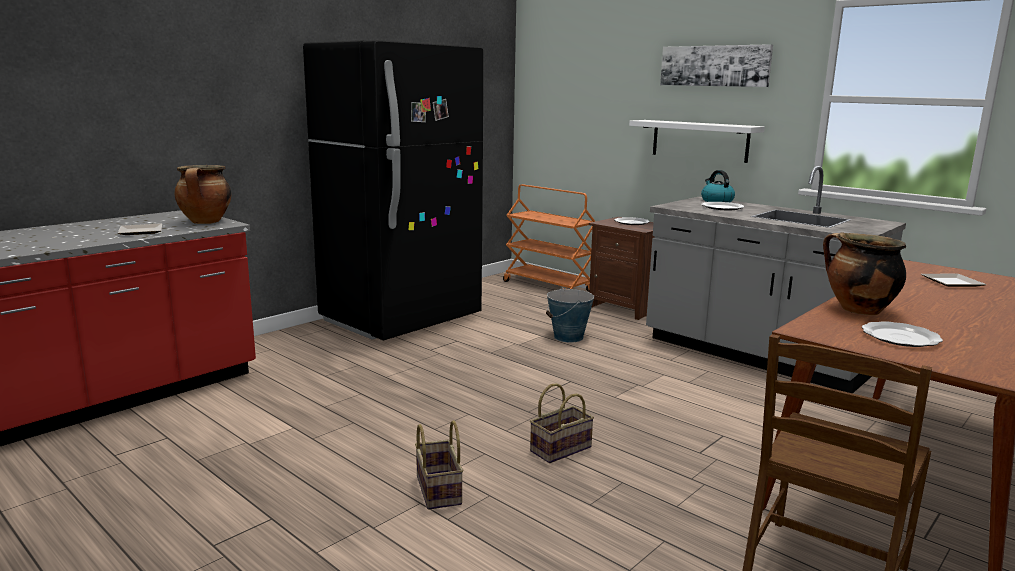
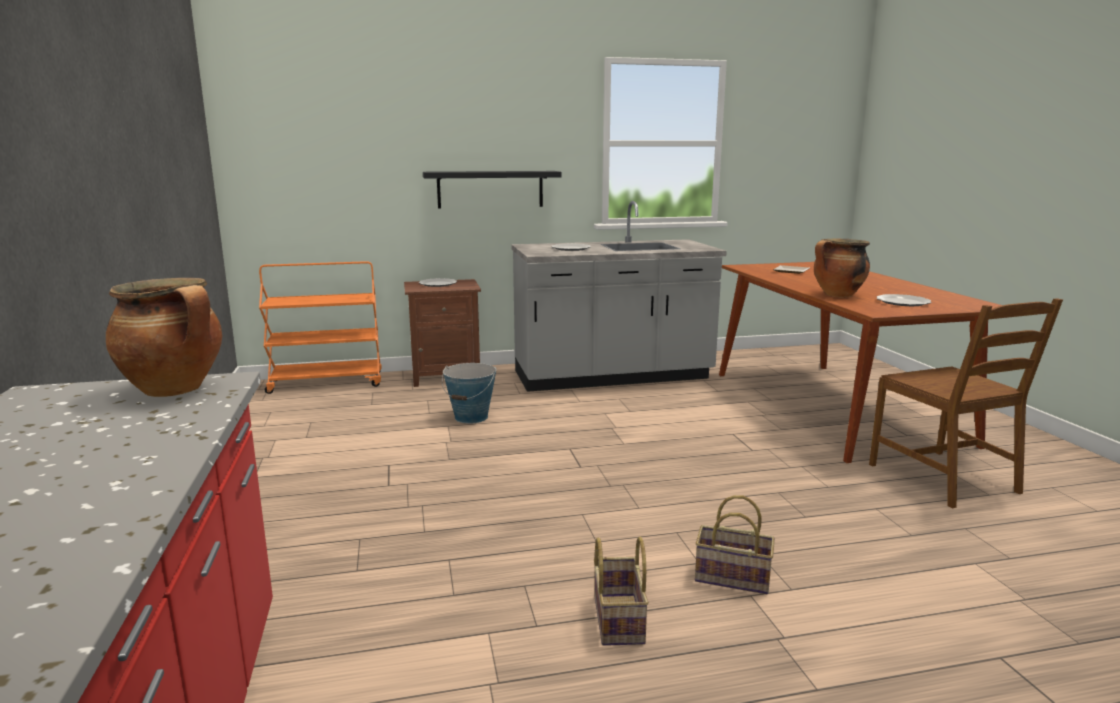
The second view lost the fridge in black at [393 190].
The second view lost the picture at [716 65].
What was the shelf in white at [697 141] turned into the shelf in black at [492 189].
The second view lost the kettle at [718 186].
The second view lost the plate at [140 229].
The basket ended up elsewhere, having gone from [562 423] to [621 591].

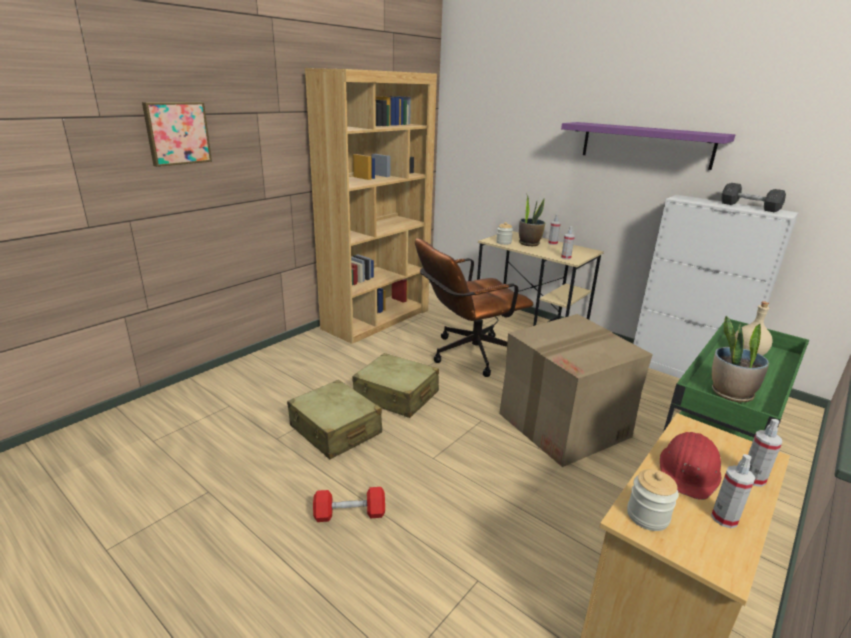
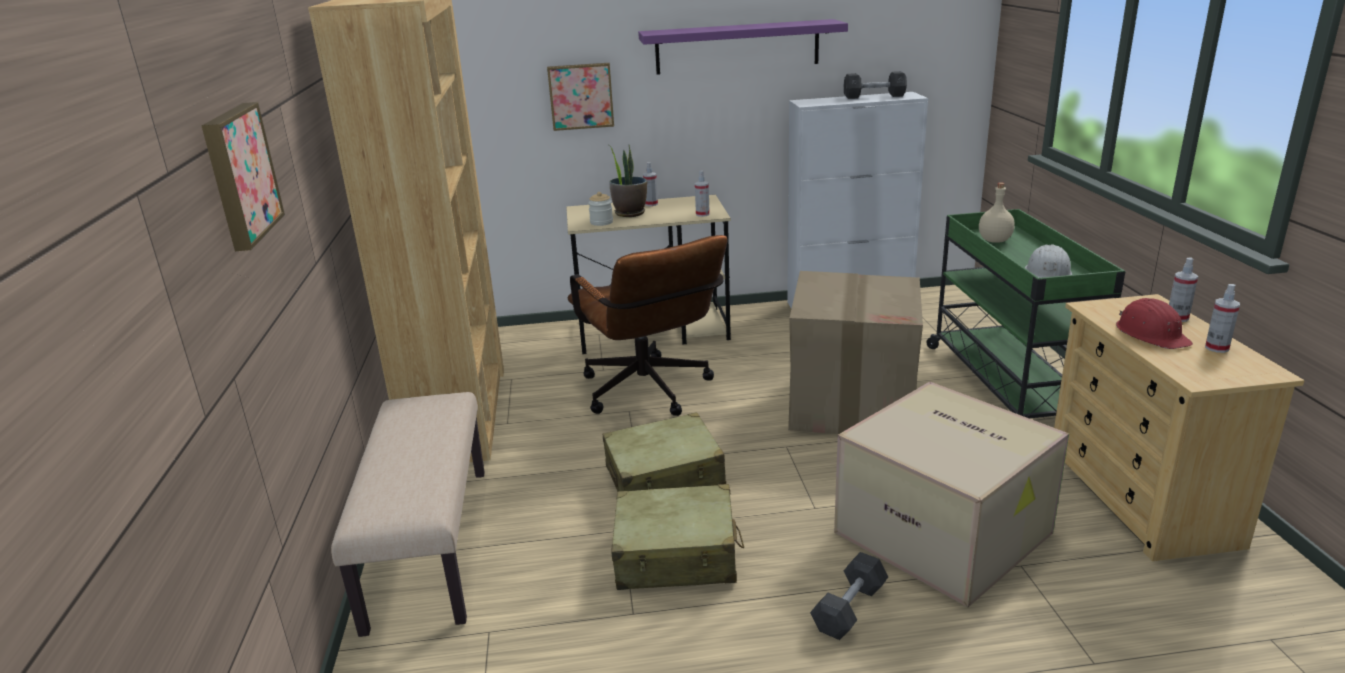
The office chair in brown at [474 308] ended up facing another way, 45 degrees counterclockwise from before.
Where the potted plant stood at [740 359], the hard hat in white came to stand at [1048 261].
The second view lost the jar at [653 500].
What was the dumbbell in red at [349 504] turned into the dumbbell in grey at [849 596].
The second view gained the picture at [580 97].
The second view gained the cardboard box at [951 494].
The second view gained the bench in beige at [408 514].

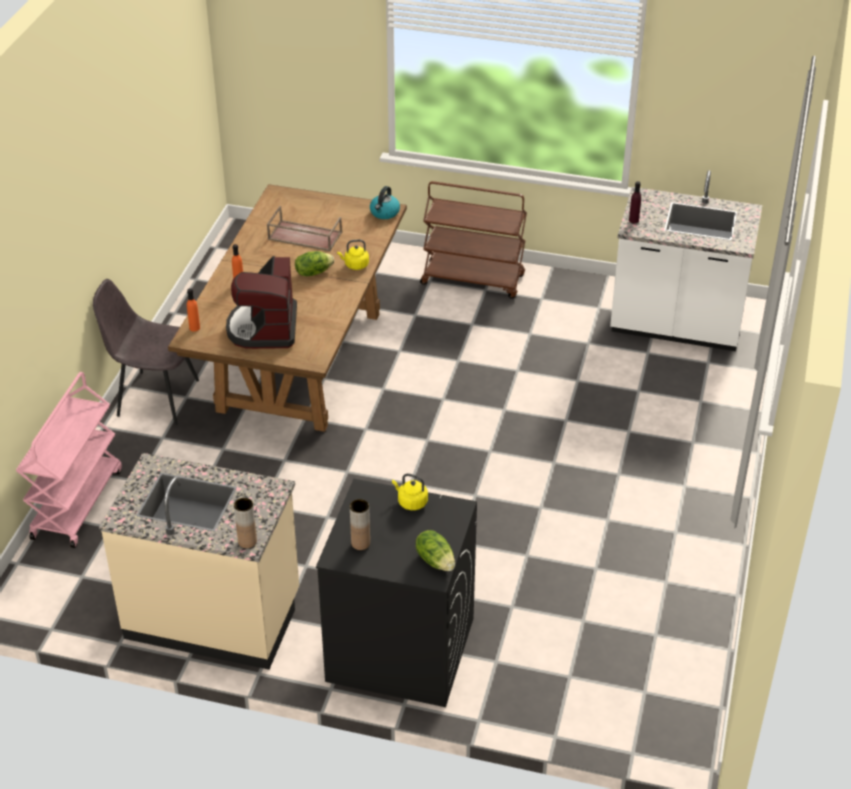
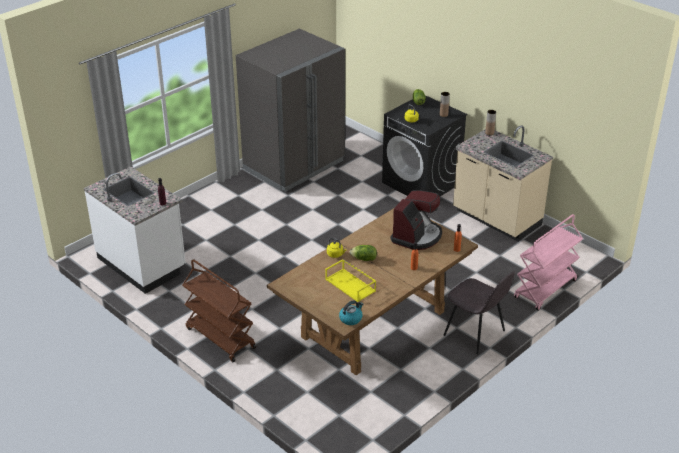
The kettle ended up elsewhere, having gone from [385 202] to [351 313].
What was the tray in brown at [304 228] turned into the tray in yellow at [350 280].
The second view gained the fridge in grey at [290 110].

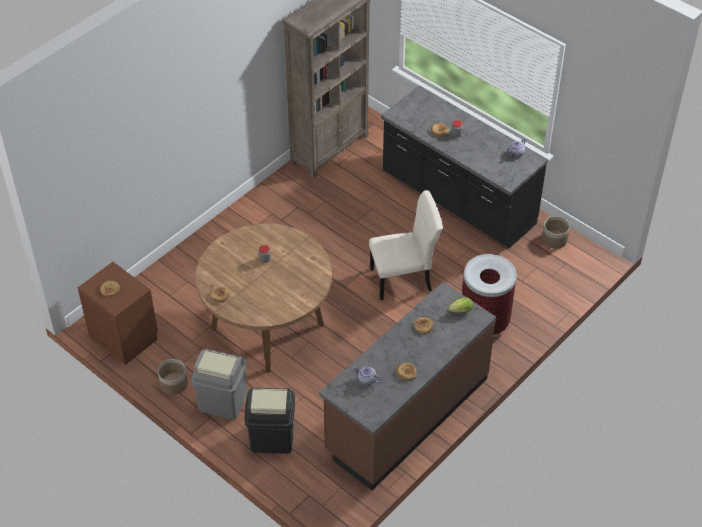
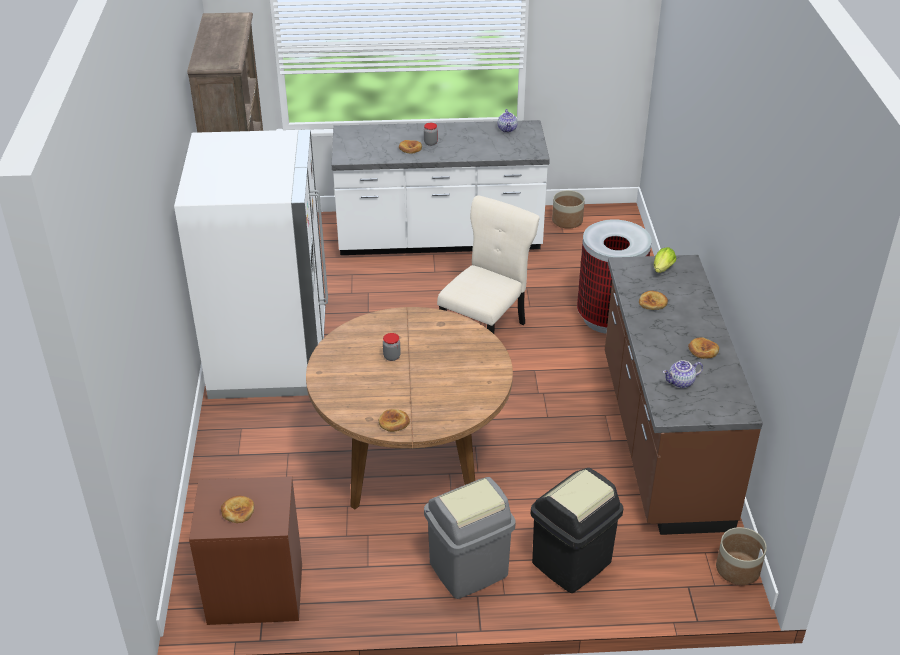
What was the counter in black at [464 166] turned into the counter in white at [441 187].
The planter ended up elsewhere, having gone from [173 377] to [741 556].
The second view gained the fridge in white at [251 264].

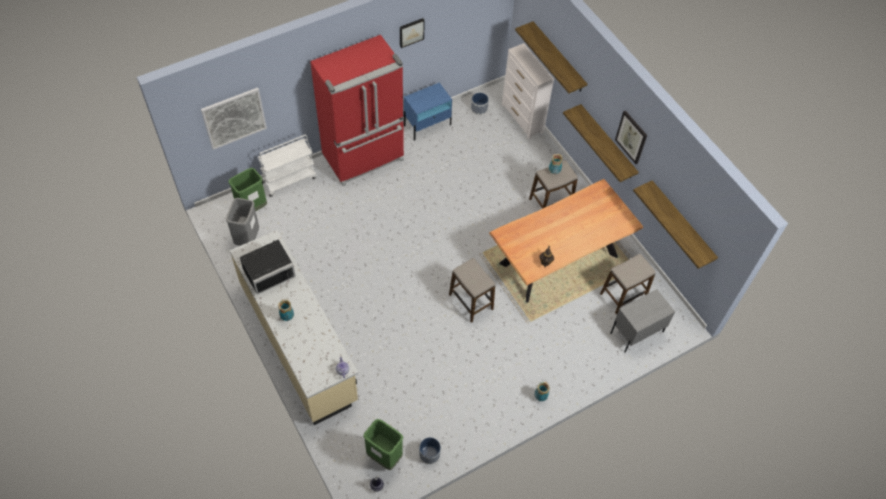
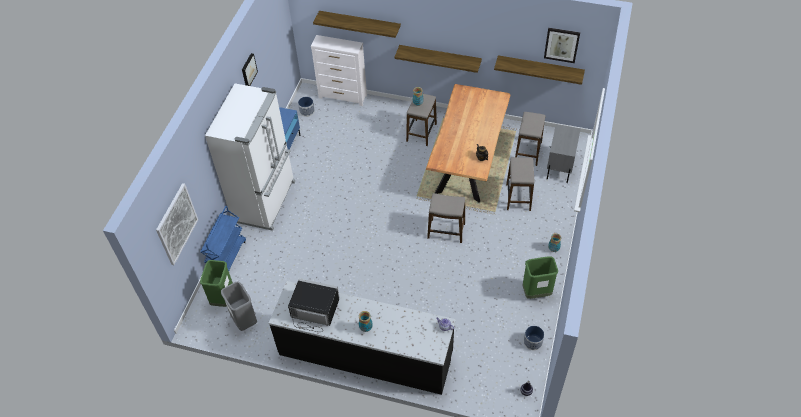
What was the fridge in red at [357 110] turned into the fridge in white at [250 157].
The picture ended up elsewhere, having gone from [631 137] to [562 45].
What was the cart in white at [287 166] turned into the cart in blue at [223 238].
What was the counter in beige at [294 327] turned into the counter in black at [362 338].
The microwave in black at [268 266] ended up facing another way, 90 degrees counterclockwise from before.
The trash can in green ended up elsewhere, having gone from [383 444] to [540 277].
The second view gained the stool at [520 184].

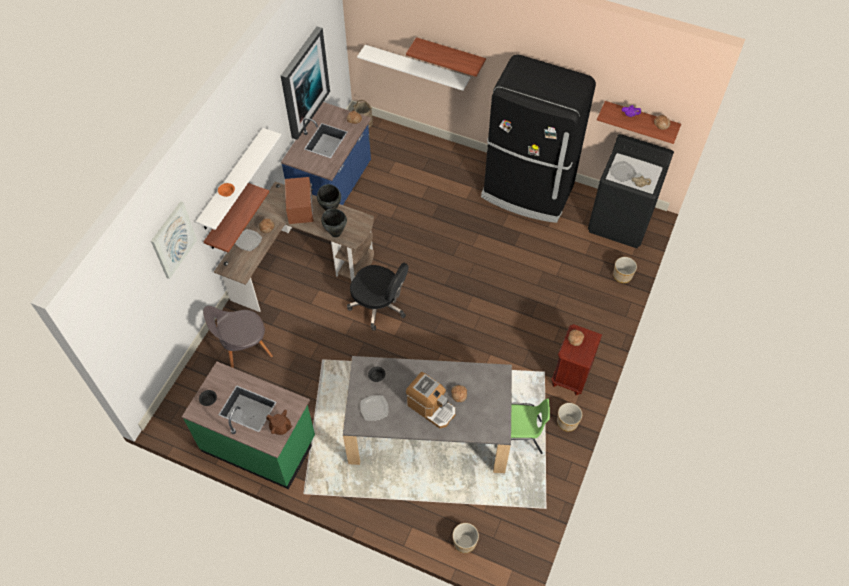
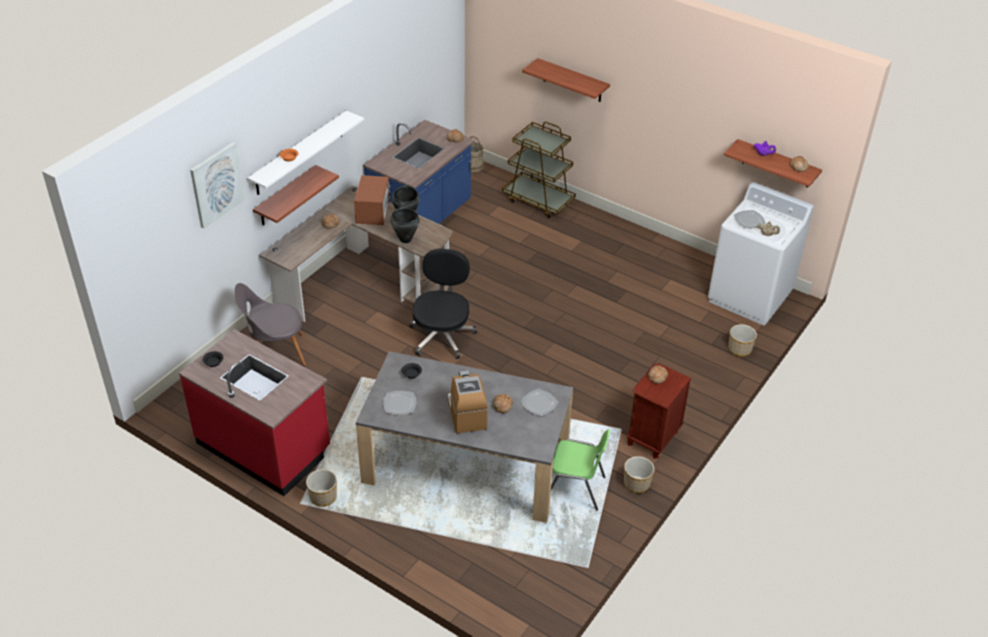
The second view lost the picture at [305 83].
The second view lost the shelf in white at [413 68].
The second view lost the fridge in black at [538 138].
What was the washing machine in black at [631 191] turned into the washing machine in white at [761 253].
The plate ended up elsewhere, having gone from [249 240] to [539 402].
The office chair in black at [378 297] ended up facing another way, 120 degrees counterclockwise from before.
What was the counter in green at [248 425] turned into the counter in red at [254 412].
The coffee machine at [431 400] ended up facing another way, 150 degrees counterclockwise from before.
The second view lost the teapot in brown at [279 422].
The planter ended up elsewhere, having gone from [466 538] to [321 488].
The second view gained the cart in brown at [539 170].

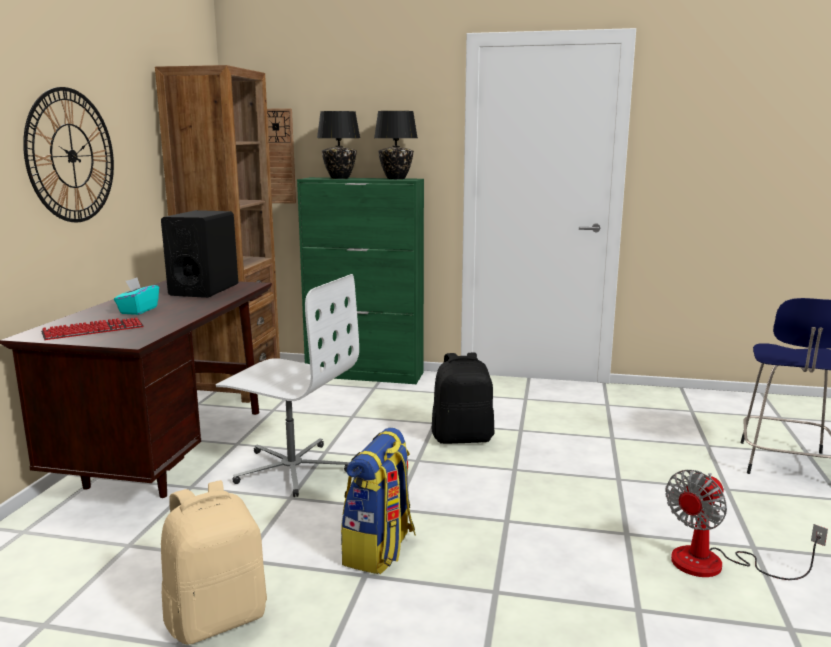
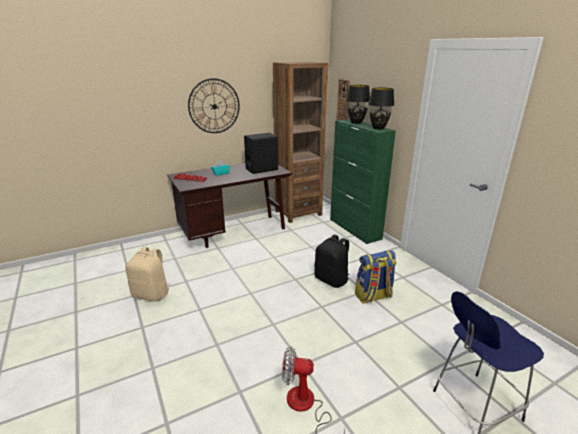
The second view lost the office chair in white at [287 385].
The backpack ended up elsewhere, having gone from [378 500] to [375 277].

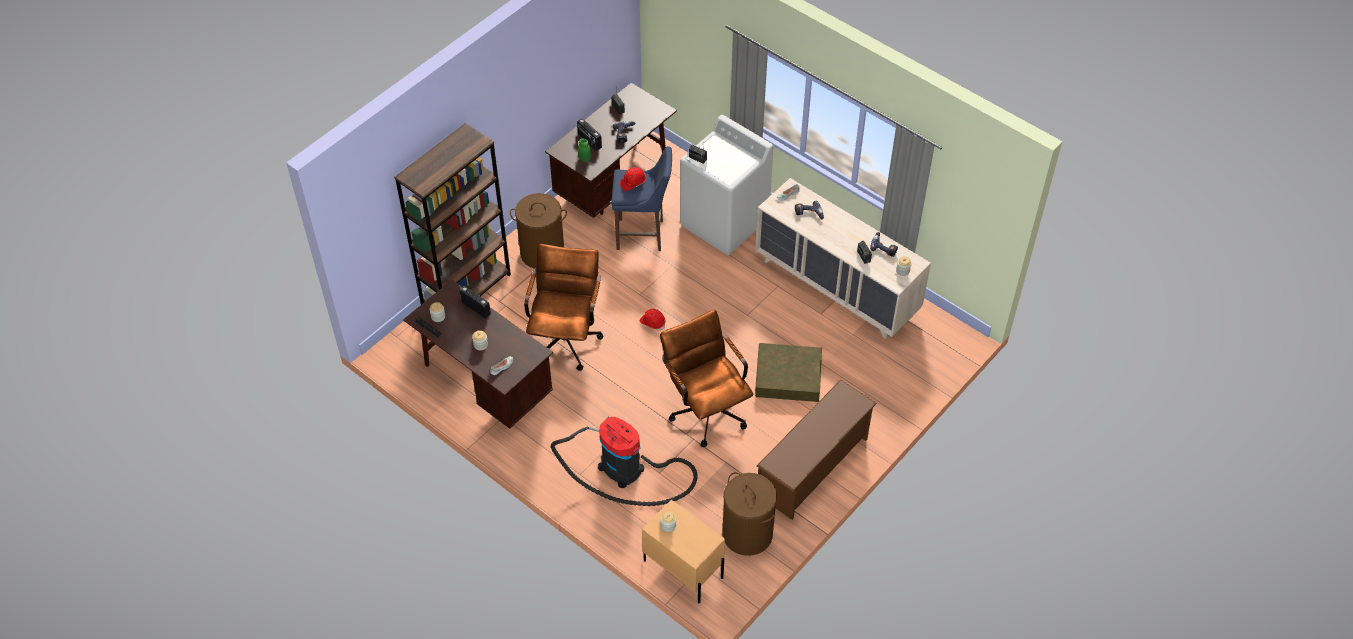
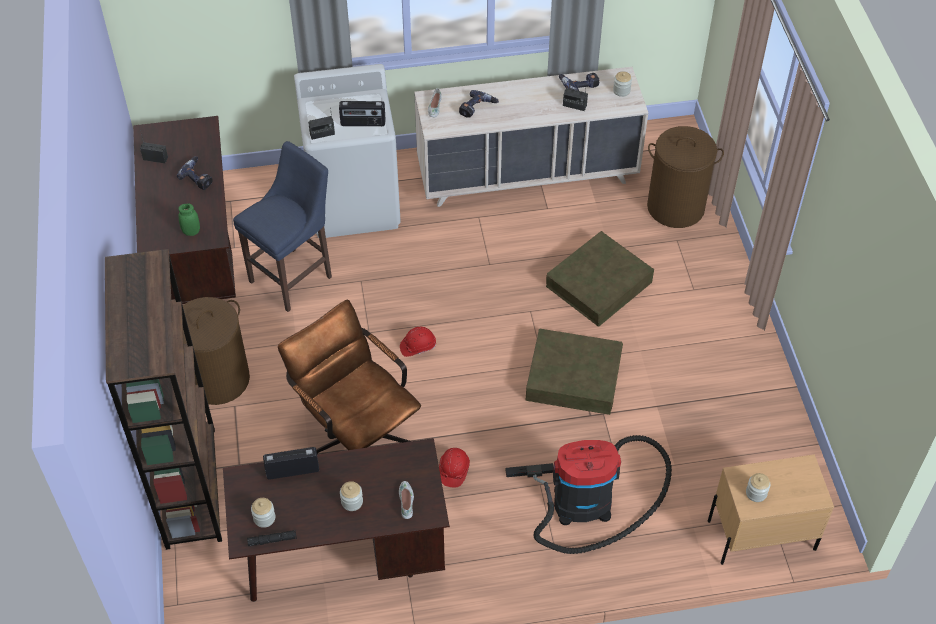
The radio ended up elsewhere, having gone from [589 135] to [362 113].
The hard hat in red ended up elsewhere, having gone from [633 179] to [454 468].
Where the office chair in brown stood at [706 378], the storage box in brown came to stand at [574 371].
The second view lost the shoe rack in brown at [817 450].
The laundry basket in brown ended up elsewhere, having gone from [749 514] to [685 177].

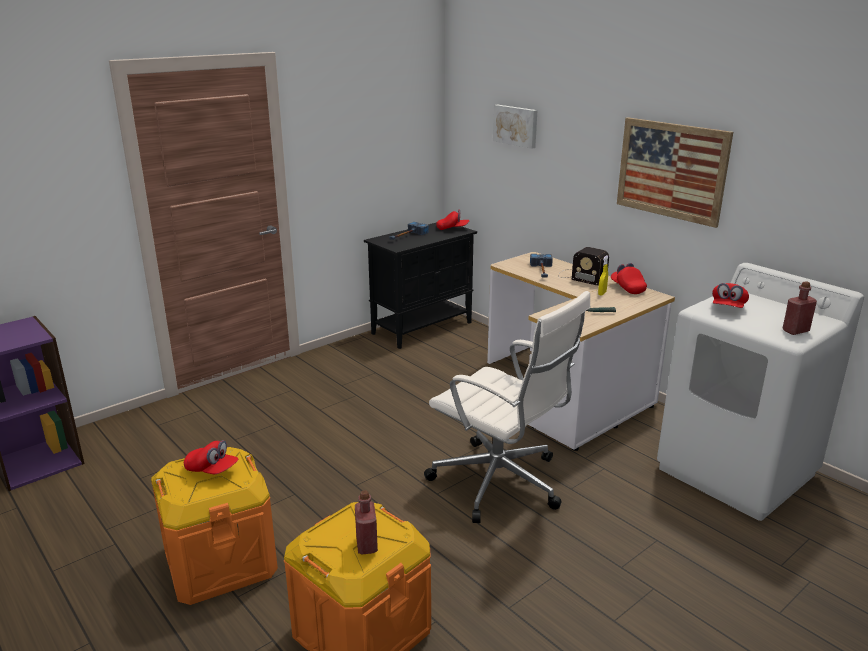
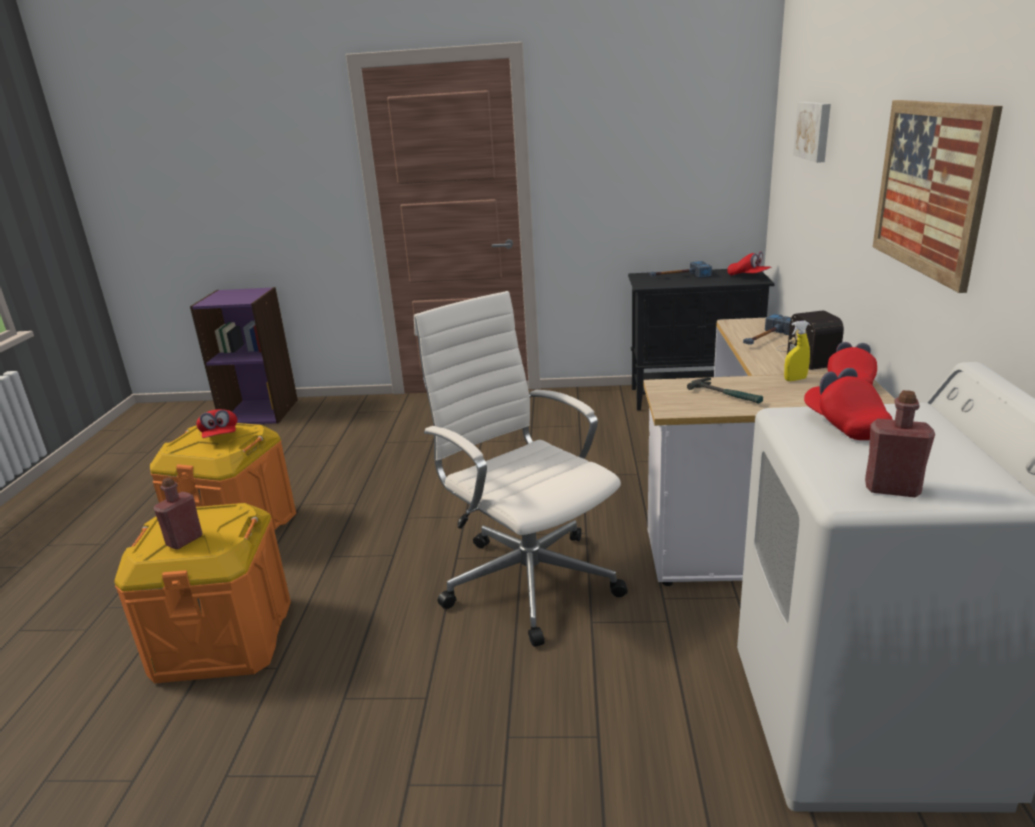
The cap in red at [730 295] ended up facing another way, 90 degrees clockwise from before.
The office chair in white at [507 407] ended up facing another way, 150 degrees clockwise from before.

